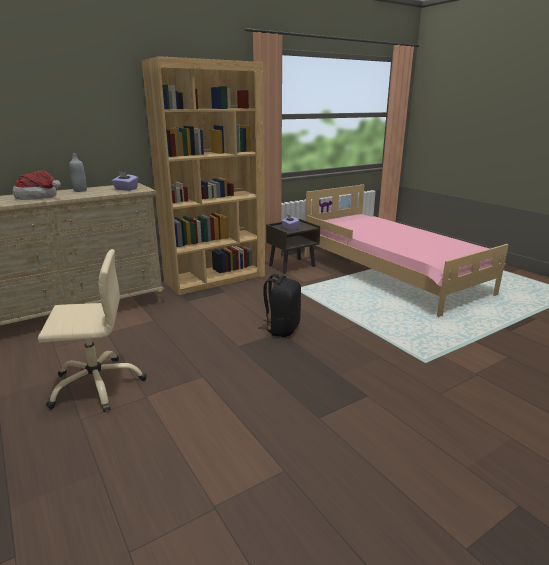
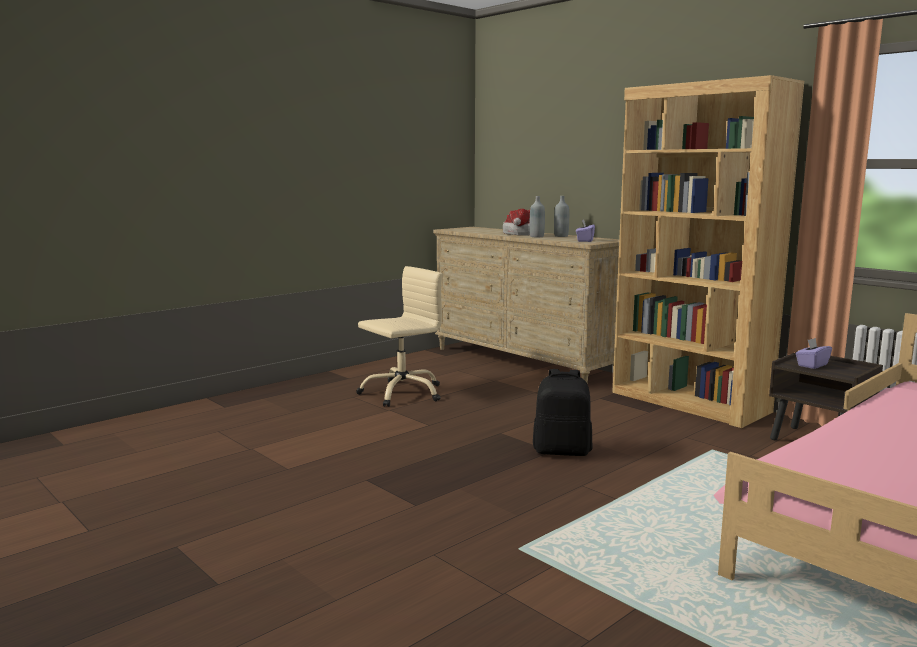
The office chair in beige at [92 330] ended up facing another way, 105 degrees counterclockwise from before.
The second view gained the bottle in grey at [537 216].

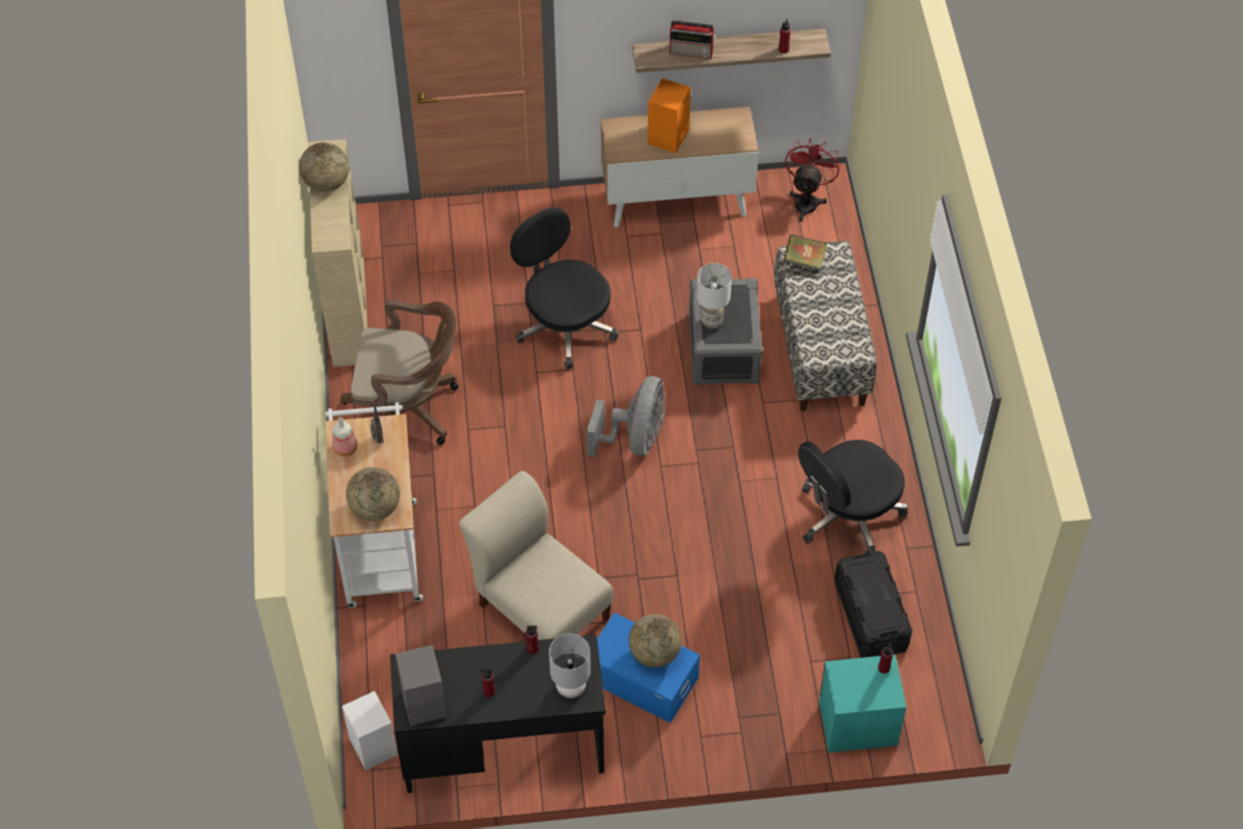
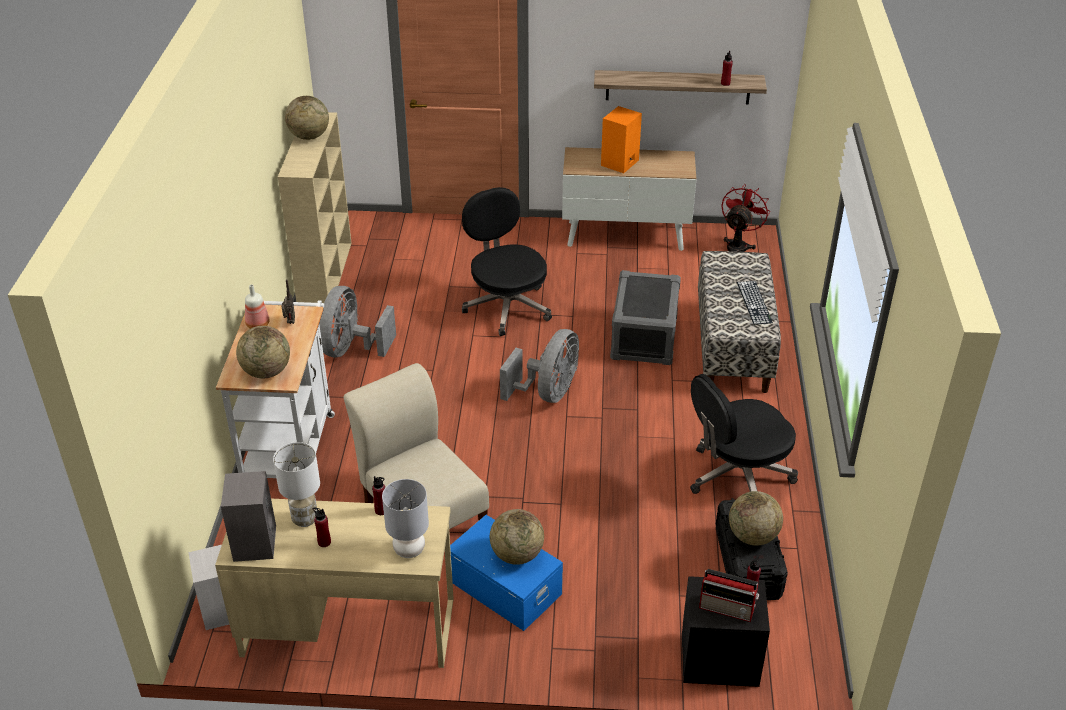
The radio ended up elsewhere, having gone from [692 39] to [729 595].
The second view lost the book at [805 252].
The table lamp in white ended up elsewhere, having gone from [714 296] to [296 484].
Where the office chair in brown stood at [399 372], the fan in grey came to stand at [357 322].
What was the desk in black at [498 713] turned into the desk in beige at [334 583].
What was the nightstand in turquoise at [862 703] turned into the nightstand in black at [726 631].
The second view gained the keyboard at [755 303].
The second view gained the globe at [756 518].

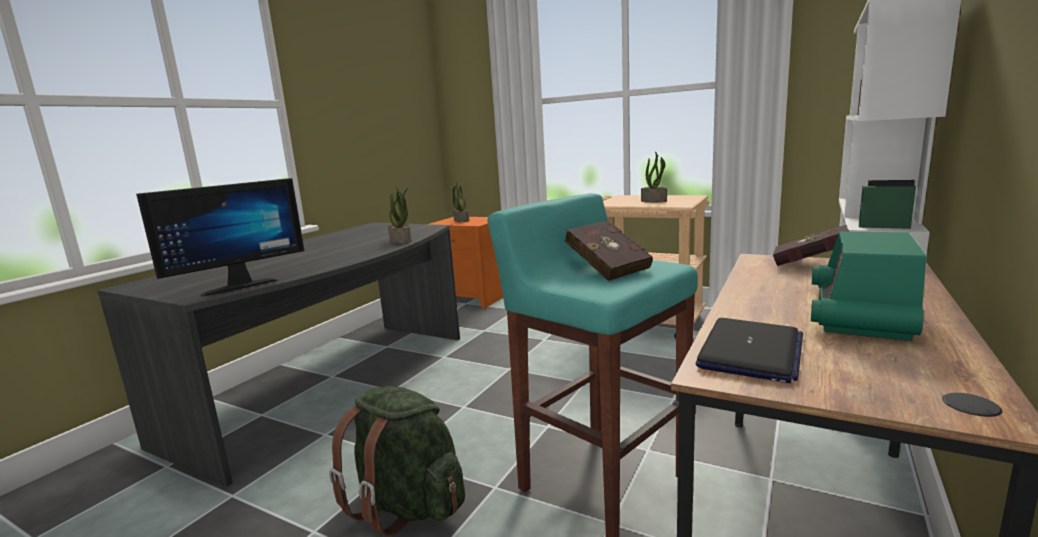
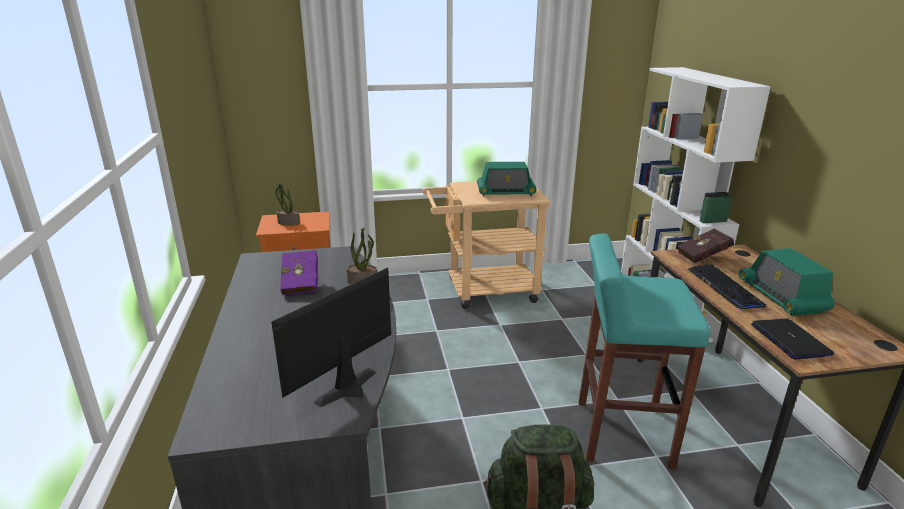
Where the potted plant stood at [654 177], the radio came to stand at [507 179].
The monitor at [220 237] ended up facing another way, 150 degrees counterclockwise from before.
The second view lost the book in red at [609 251].
The second view gained the book in purple at [299 272].
The second view gained the keyboard at [727 286].

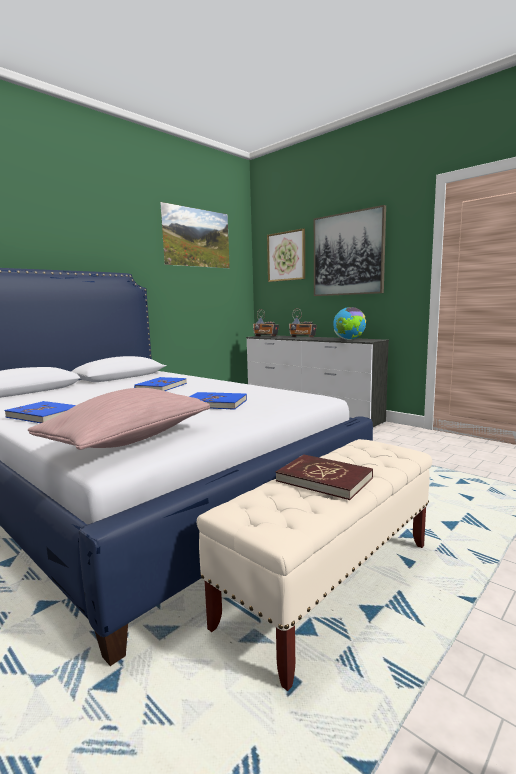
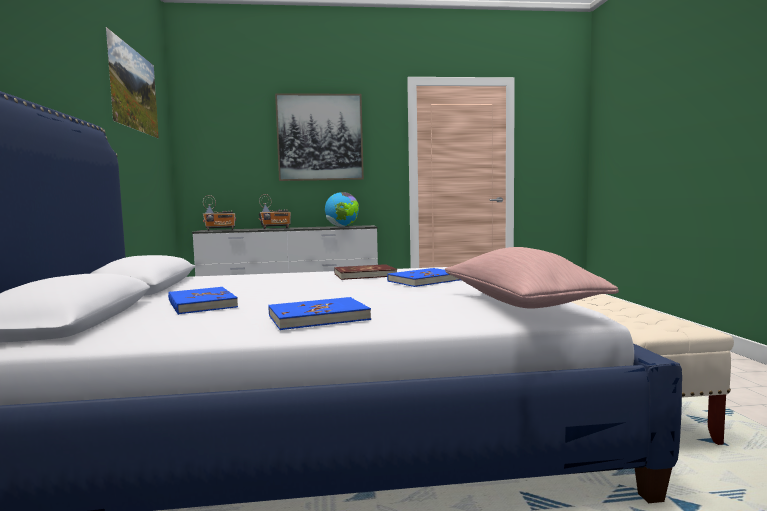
The second view lost the picture at [286 255].
The book in blue ended up elsewhere, having gone from [160 384] to [203 301].
The book in red ended up elsewhere, having gone from [324 477] to [365 272].

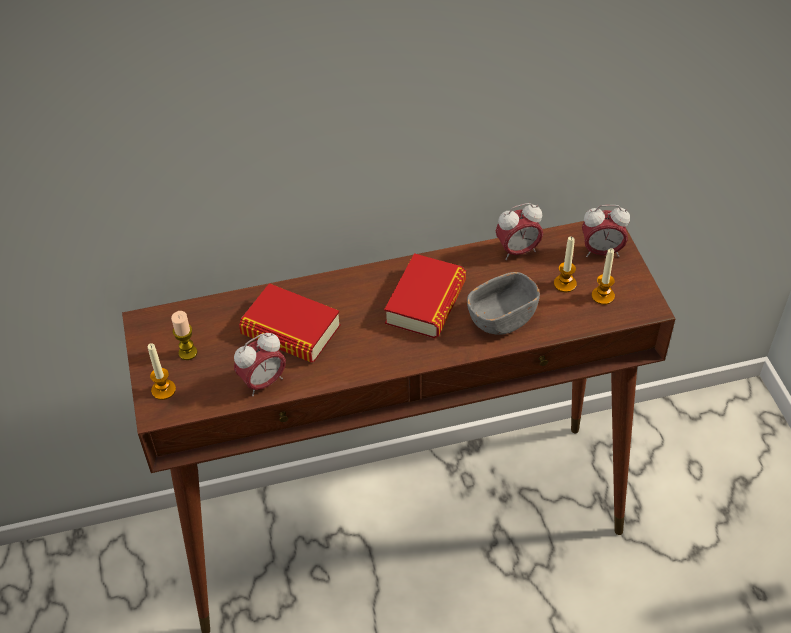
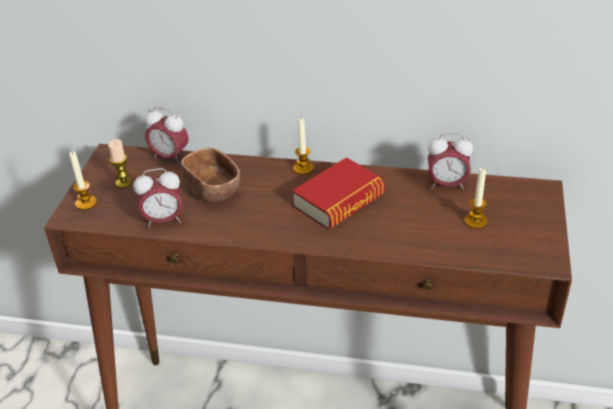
The alarm clock ended up elsewhere, having gone from [606 231] to [166 135].
The candle ended up elsewhere, having gone from [603 276] to [303 146].
The second view lost the bowl in grey at [503 303].
Where the book stood at [289 322], the bowl in brown came to stand at [210 175].

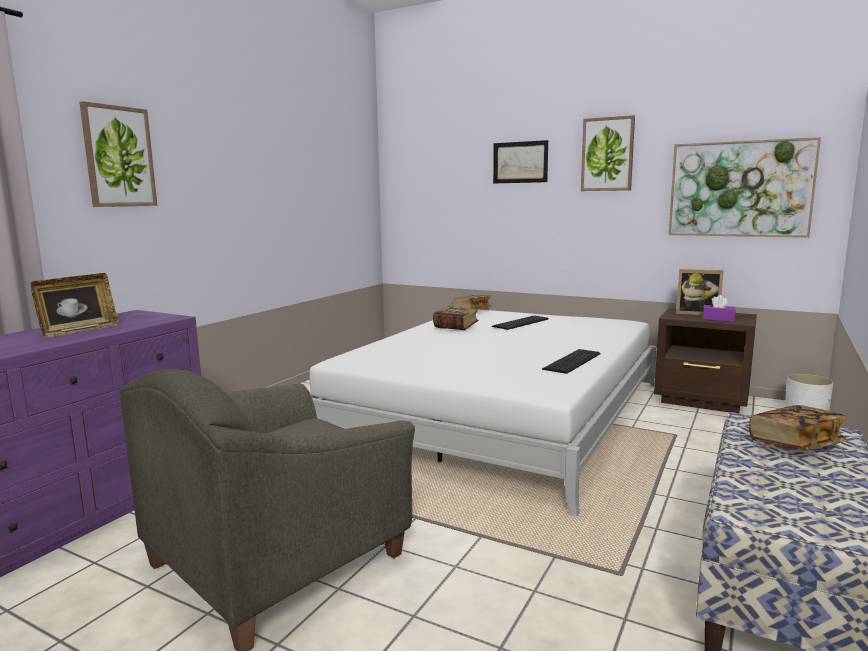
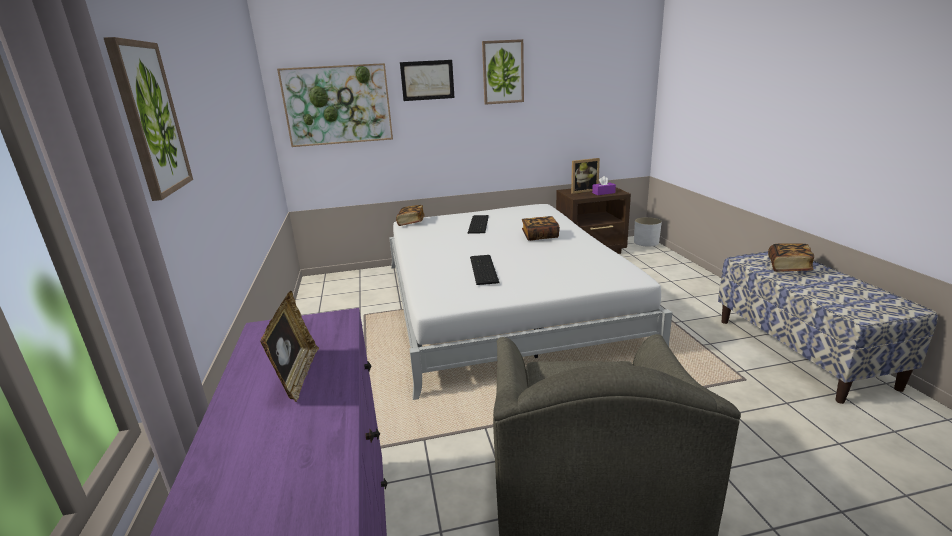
The picture ended up elsewhere, having gone from [744 187] to [335 105].
The book ended up elsewhere, having gone from [456 318] to [541 228].
The keyboard ended up elsewhere, having gone from [571 361] to [485 270].

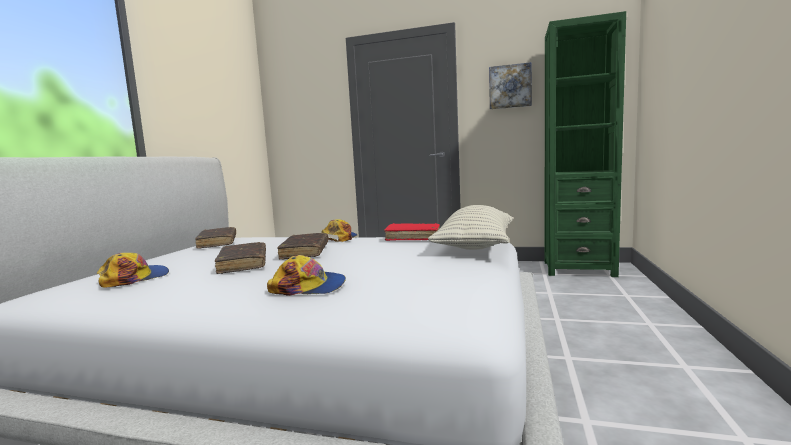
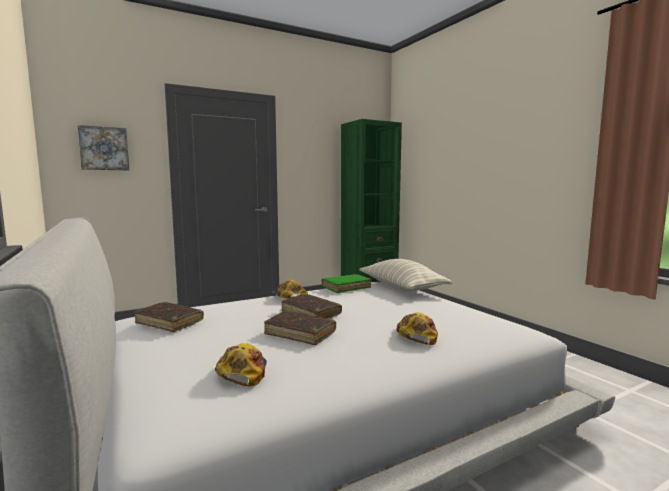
The picture ended up elsewhere, having gone from [510 85] to [103 147].
What was the book in red at [412 232] turned into the book in green at [346 283].
The cap at [306 275] ended up facing another way, 45 degrees counterclockwise from before.

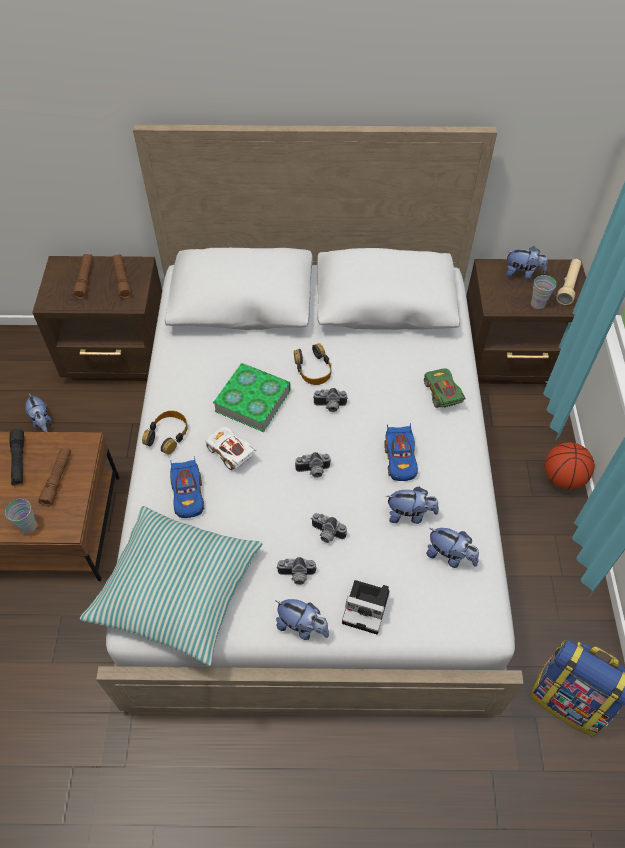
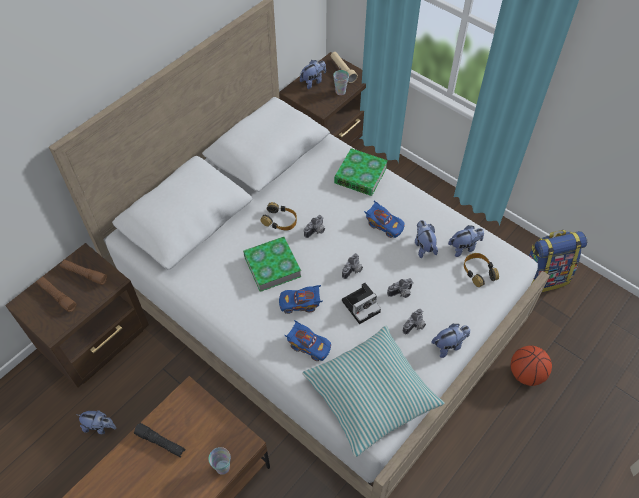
Where the toy car in green stood at [445 388], the book came to stand at [361 172].
The headphones ended up elsewhere, having gone from [165 432] to [481 270].
What was the toy car in white at [231 448] turned into the toy car in blue at [300 299].
The basketball ended up elsewhere, having gone from [569 466] to [531 365].
The second view lost the flashlight in brown at [54 477].
The plush toy at [412 505] ended up facing another way, 60 degrees counterclockwise from before.
The photo camera ended up elsewhere, having gone from [366 607] to [361 303].

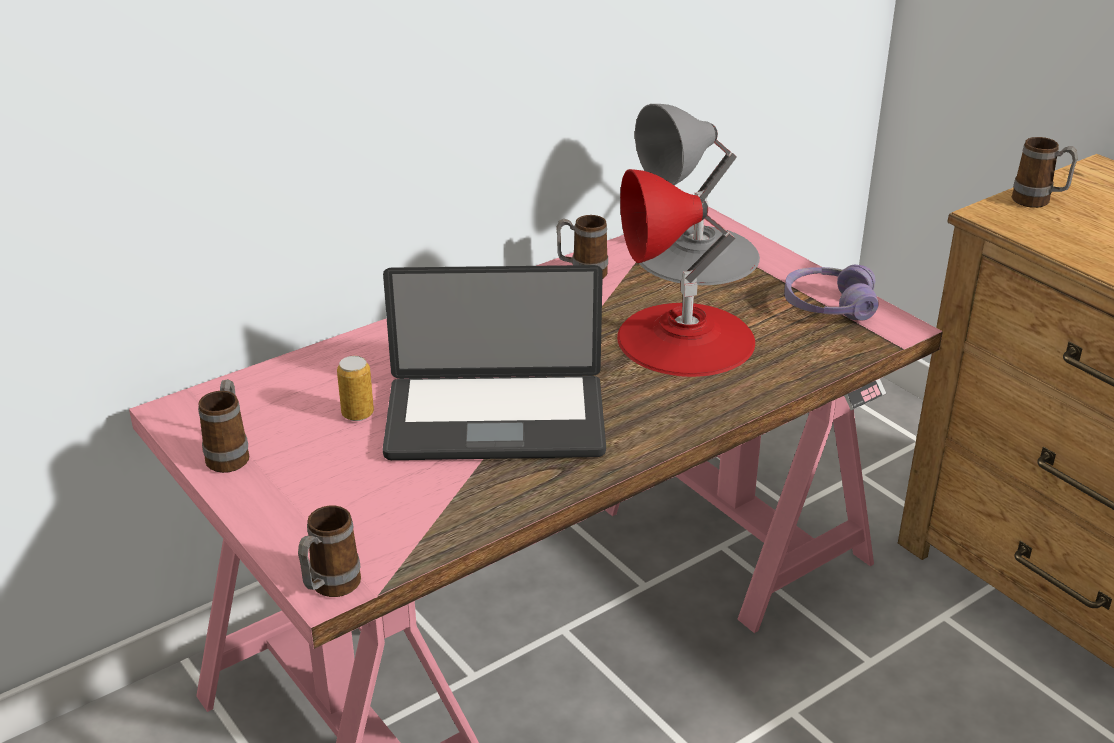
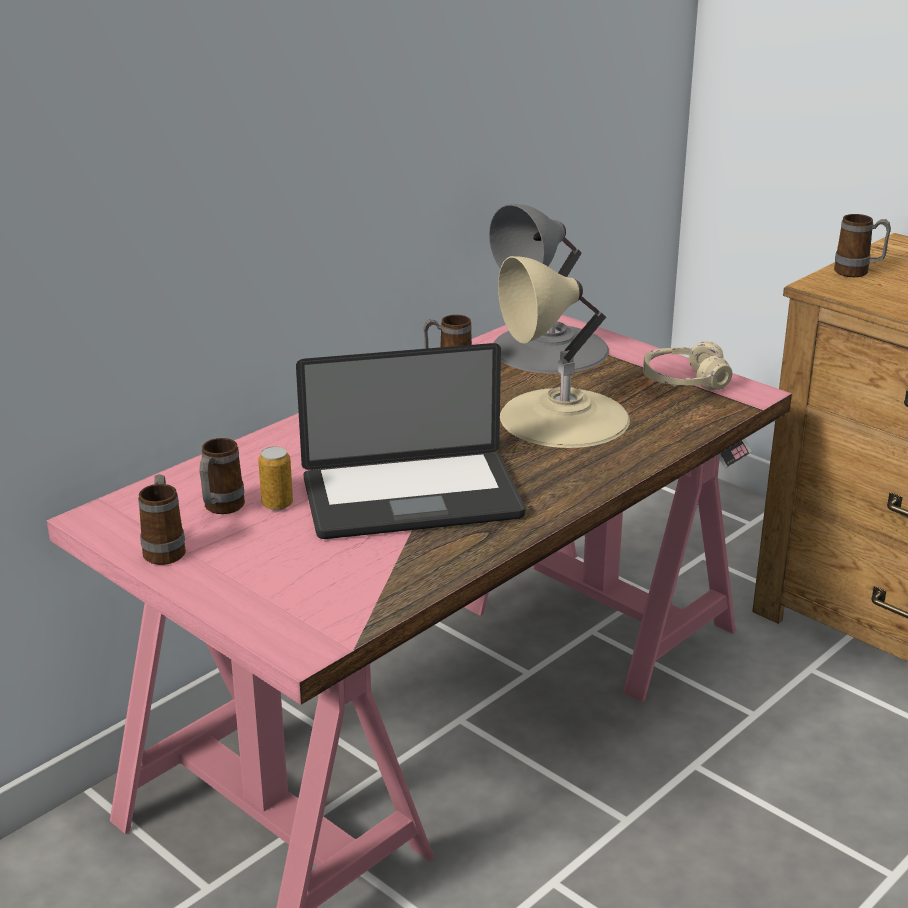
What was the table lamp in red at [686 273] turned into the table lamp in beige at [564 352].
What was the headphones in purple at [831 293] turned into the headphones in beige at [687 365].
The mug ended up elsewhere, having gone from [329 551] to [222 476].

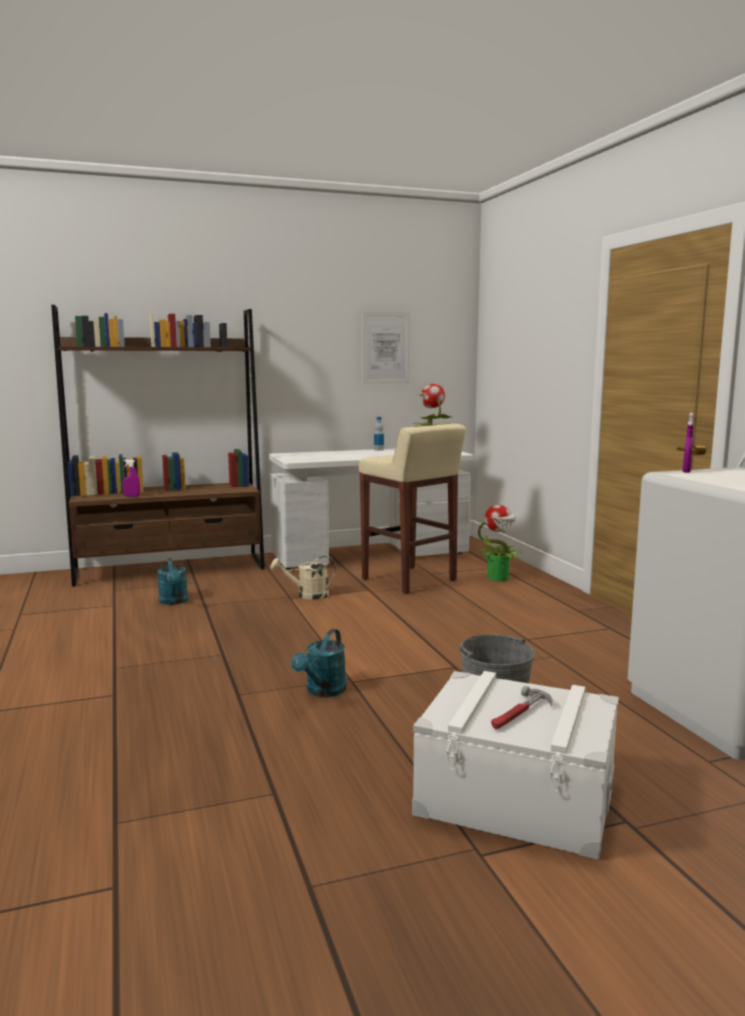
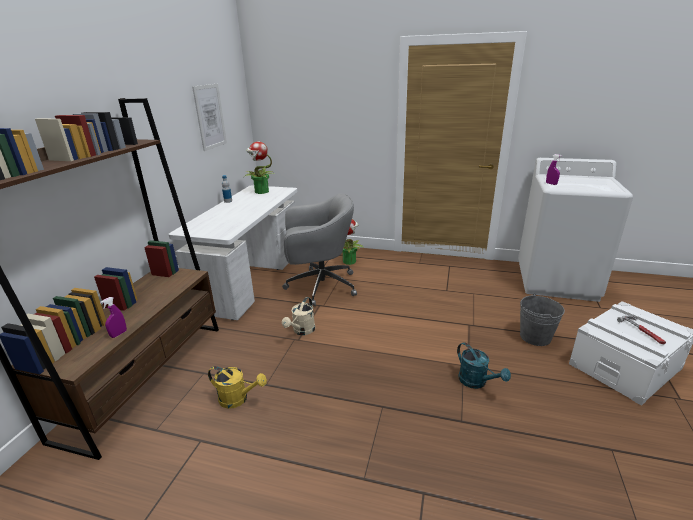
Where the stool in beige stood at [412 509], the office chair in grey came to stand at [319 250].
What was the watering can in turquoise at [172 581] turned into the watering can in yellow at [237 387].

